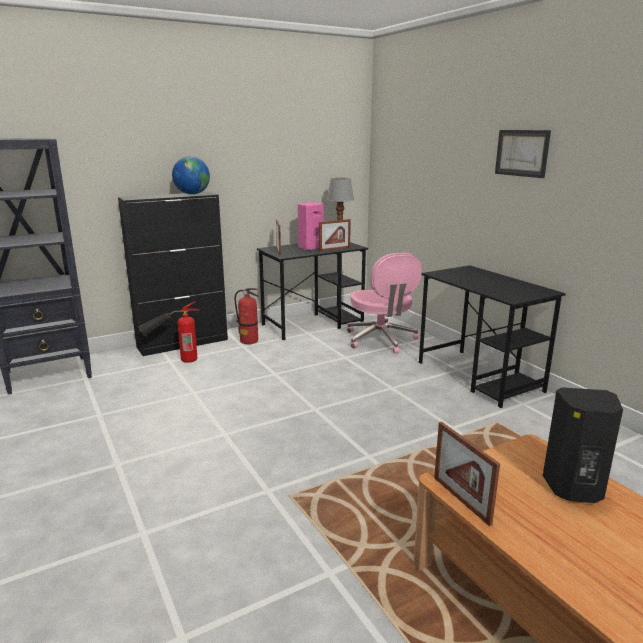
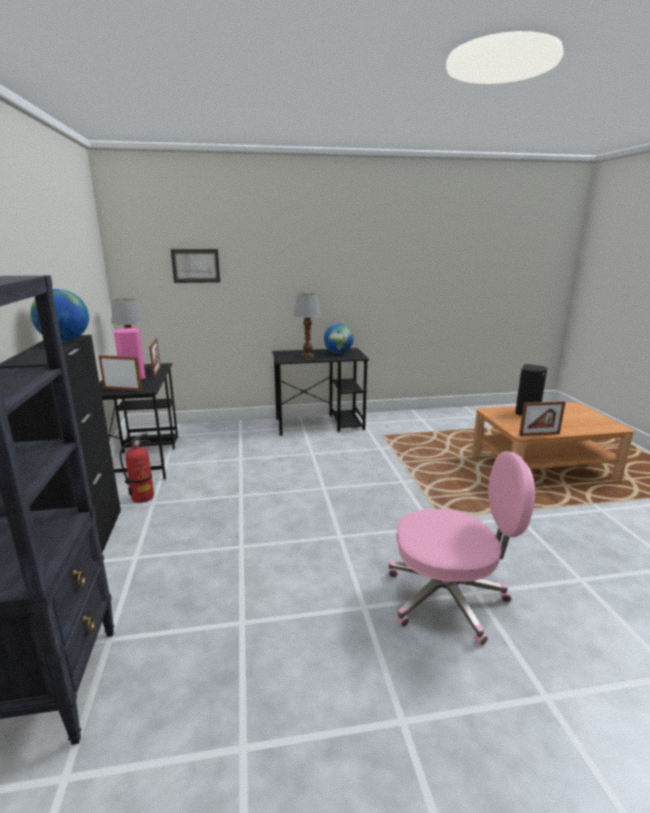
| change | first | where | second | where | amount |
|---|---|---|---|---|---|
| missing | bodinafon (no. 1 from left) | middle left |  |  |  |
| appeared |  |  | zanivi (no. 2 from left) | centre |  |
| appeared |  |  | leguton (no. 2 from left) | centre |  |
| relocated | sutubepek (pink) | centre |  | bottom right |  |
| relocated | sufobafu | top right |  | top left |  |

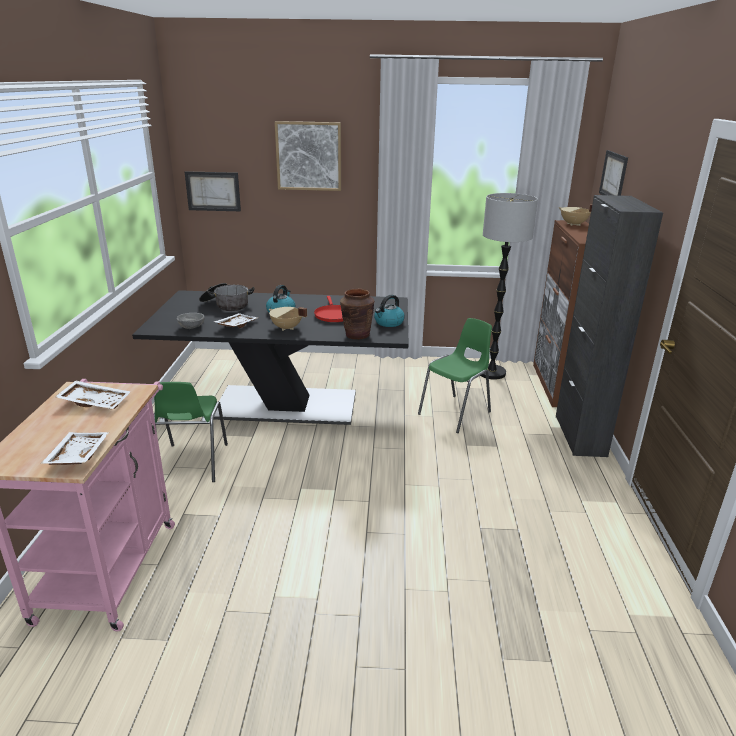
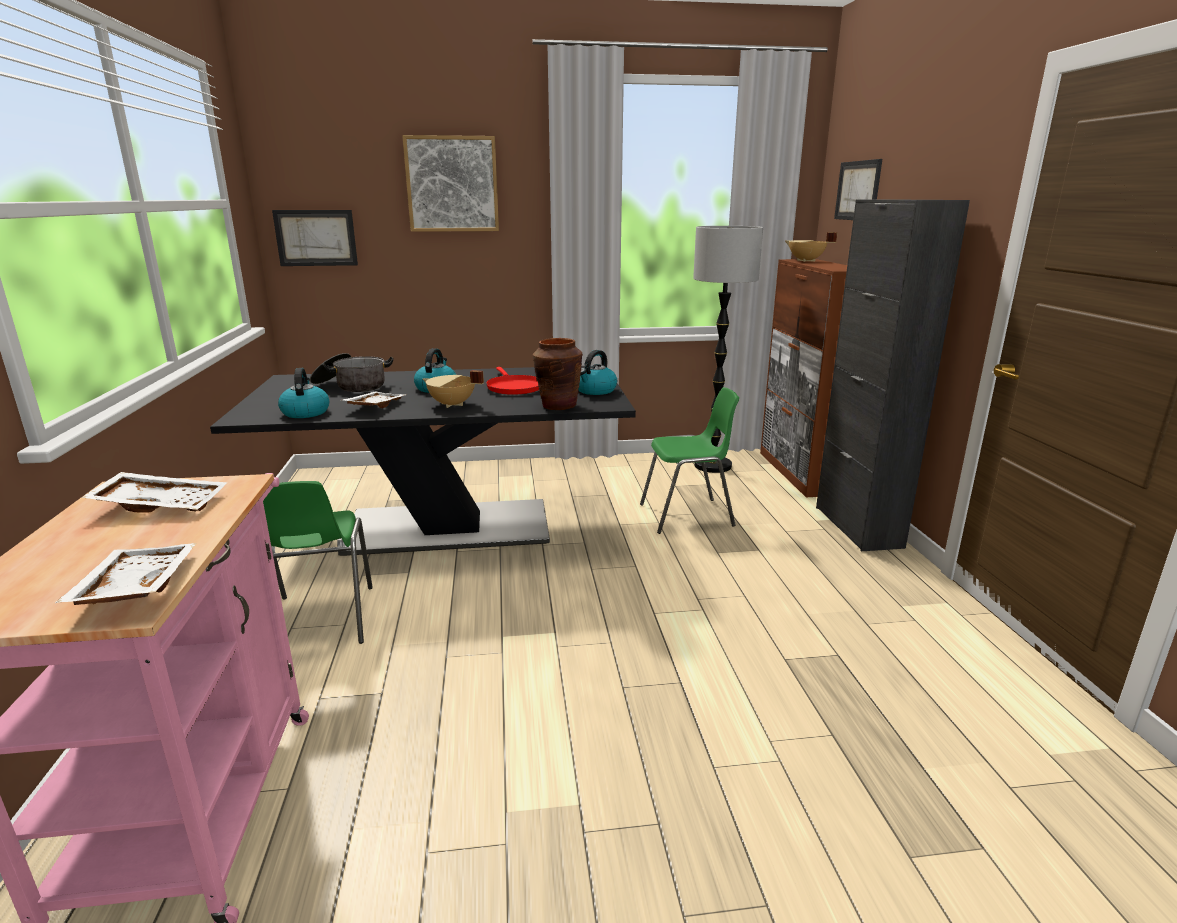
| change | first | where | second | where | amount |
|---|---|---|---|---|---|
| exchanged | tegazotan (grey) | middle left | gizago (no. 1 from left) | middle left |  |
| spun | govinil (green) (no. 2 from left) | centre |  | centre | 45 degrees clockwise |

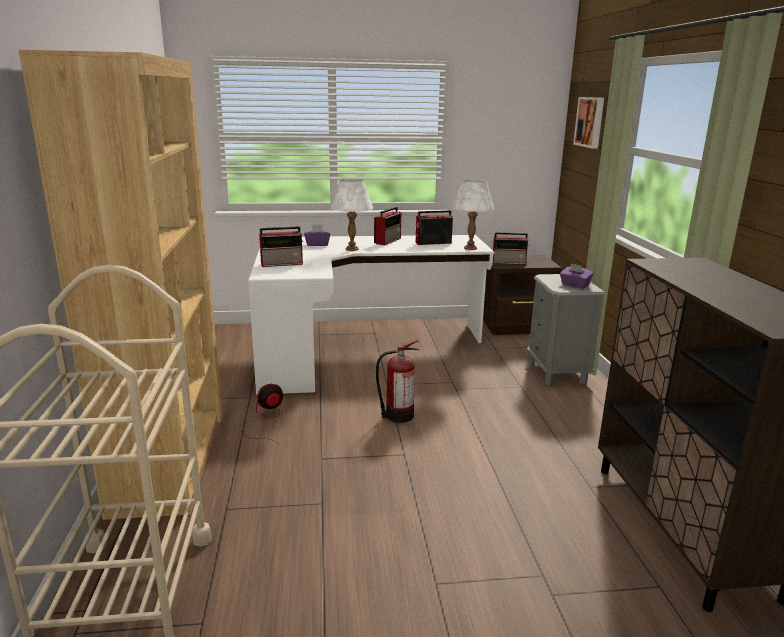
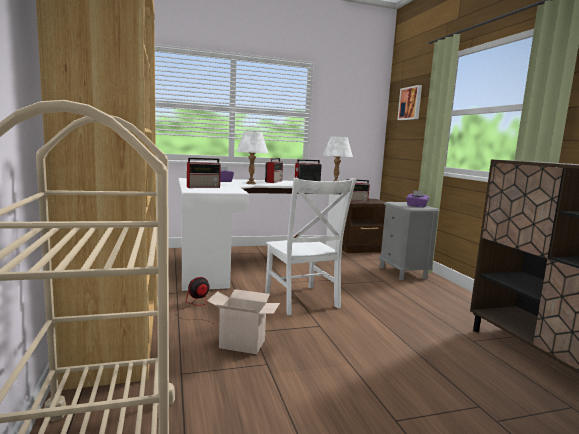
| change | first | where | second | where | amount |
|---|---|---|---|---|---|
| appeared |  |  | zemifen | bottom centre |  |
| exchanged | bodinafon | centre | govinil (white) | centre |  |

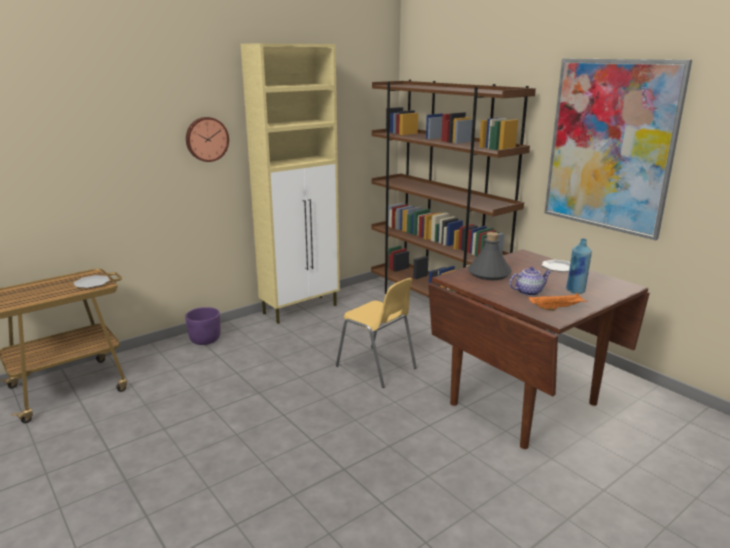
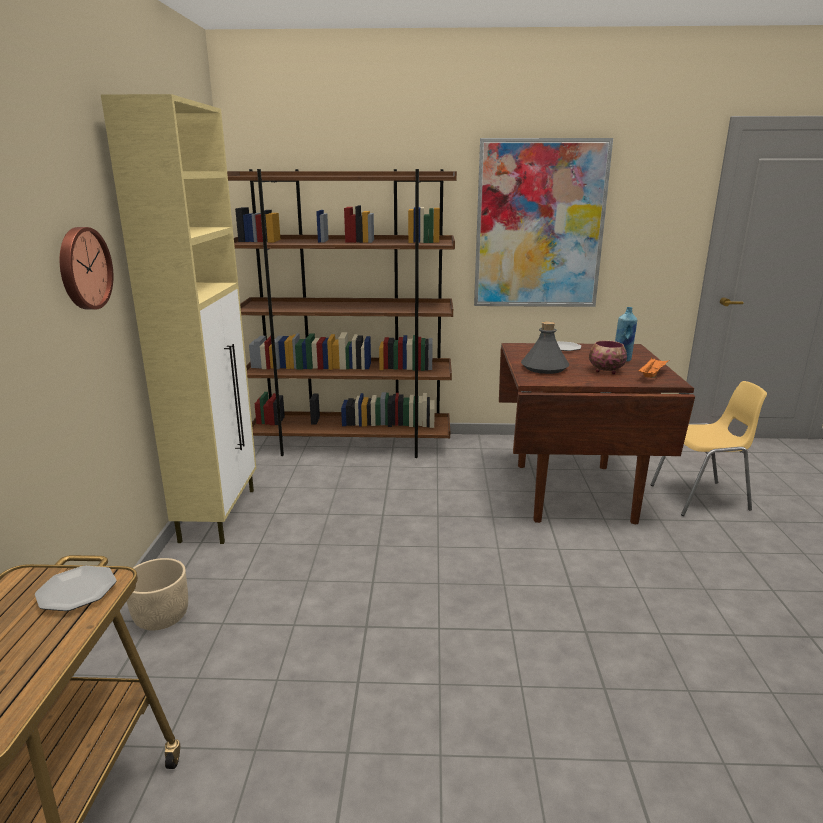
| change | first | where | second | where | amount |
|---|---|---|---|---|---|
| relocated | govinil (yellow) | centre |  | middle right |  |
| exchanged | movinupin | middle right | tegazotan | middle right |  |
| colour | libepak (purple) | middle left | libepak (beige) | bottom left |  |

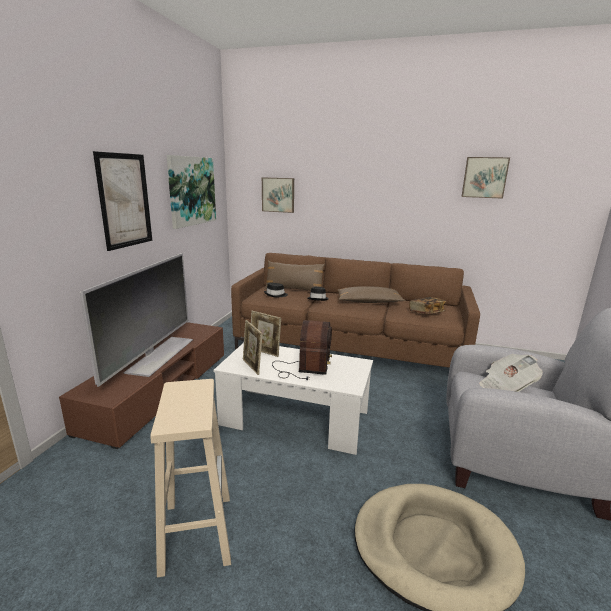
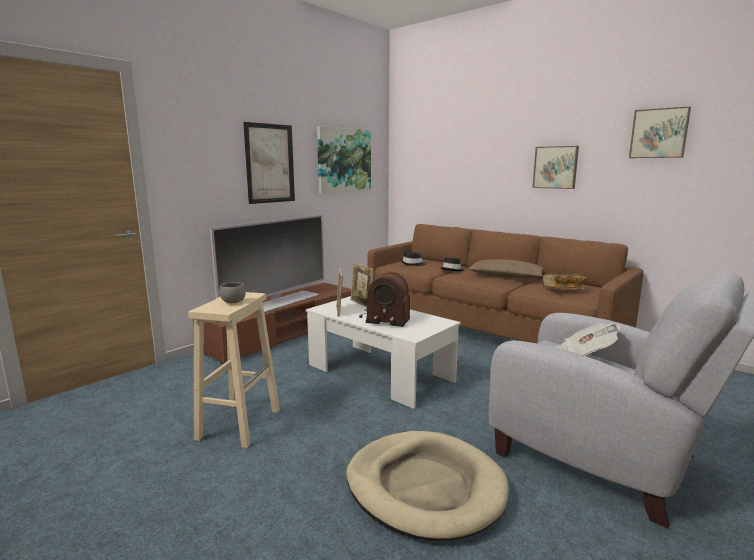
| change | first | where | second | where | amount |
|---|---|---|---|---|---|
| missing | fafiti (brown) (no. 1 from left) | centre |  |  |  |
| appeared |  |  | tegazotan (grey) | middle left |  |
| relocated | sufobafu (no. 3 from left) | top centre |  | top right |  |
| spun | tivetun | centre |  | centre | 75 degrees clockwise |

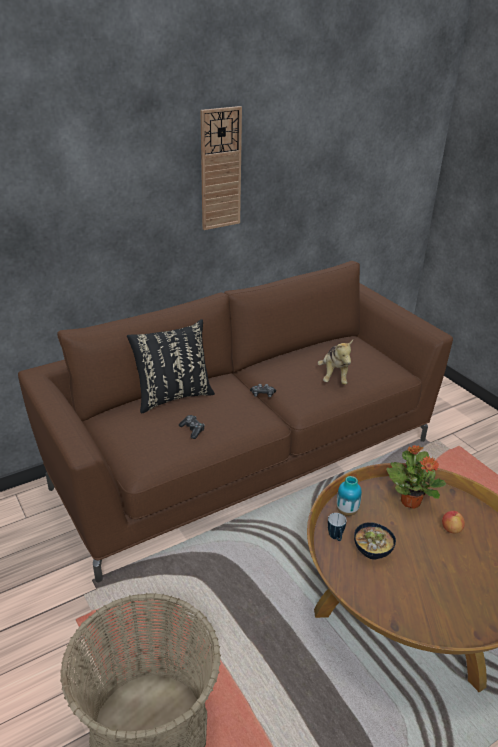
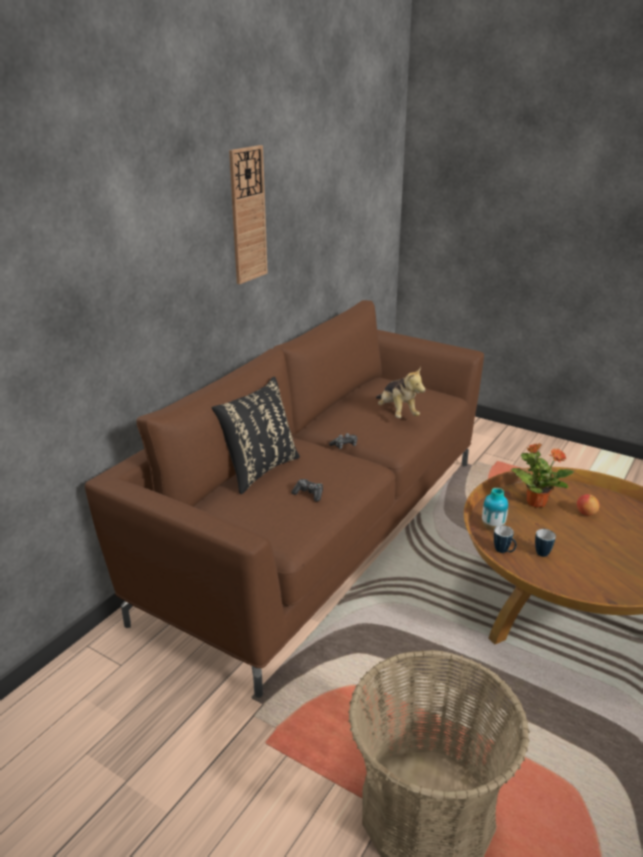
| change | first | where | second | where | amount |
|---|---|---|---|---|---|
| exchanged | tegazotan | bottom right | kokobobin (no. 2 from left) | middle right |  |

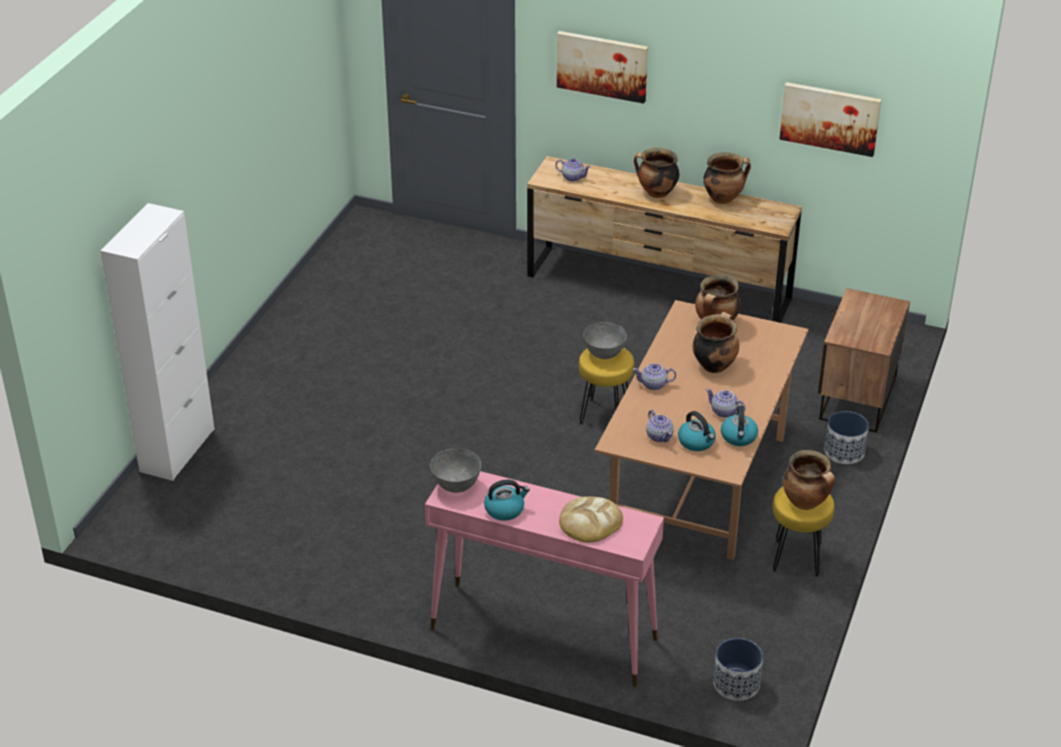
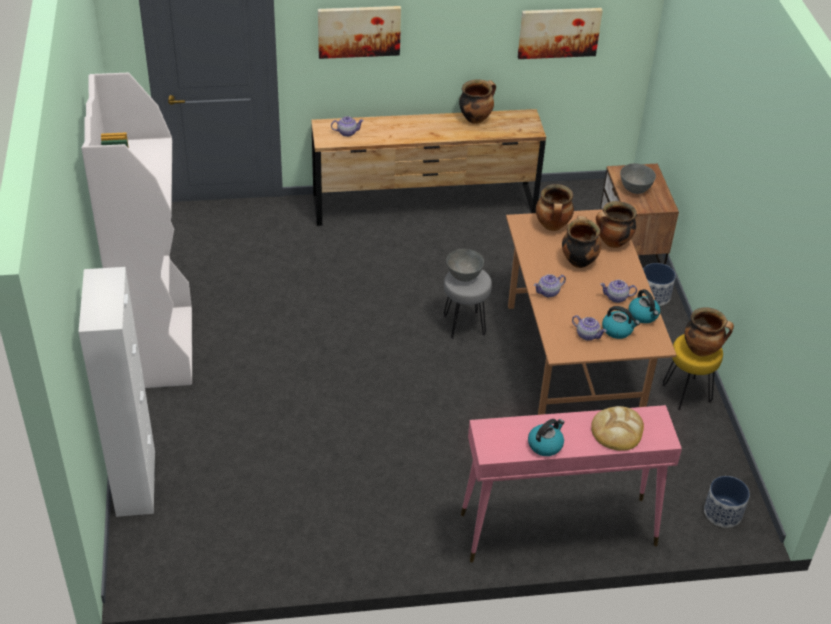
| change | first | where | second | where | amount |
|---|---|---|---|---|---|
| appeared |  |  | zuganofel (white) | middle left |  |
| relocated | tegazotan (grey) (no. 1 from left in the first image) | centre | tegazotan (grey) (no. 2 from left) | top right |  |
| relocated | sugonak (no. 1 from left in the first image) | top centre | sugonak (no. 4 from left) | middle right |  |
| colour | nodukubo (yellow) (no. 1 from left) | centre | nodukubo (grey) | centre |  |

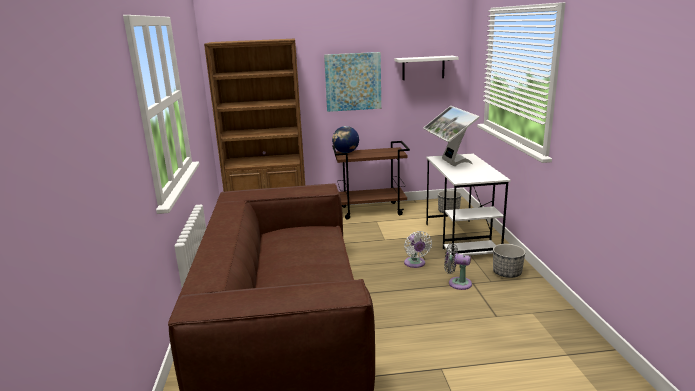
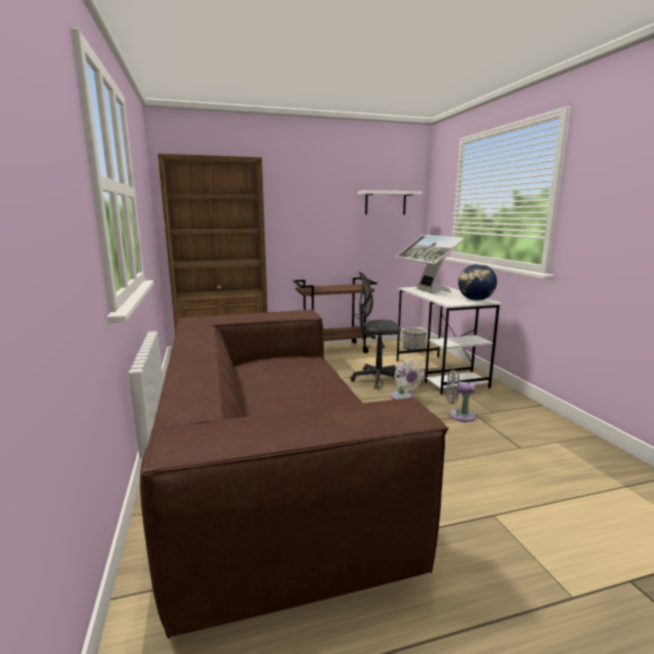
| change | first | where | second | where | amount |
|---|---|---|---|---|---|
| missing | sufobafu | top centre |  |  |  |
| missing | libepak (no. 2 from left) | bottom right |  |  |  |
| appeared |  |  | sutubepek (grey) | centre |  |
| relocated | leguton | centre |  | middle right |  |

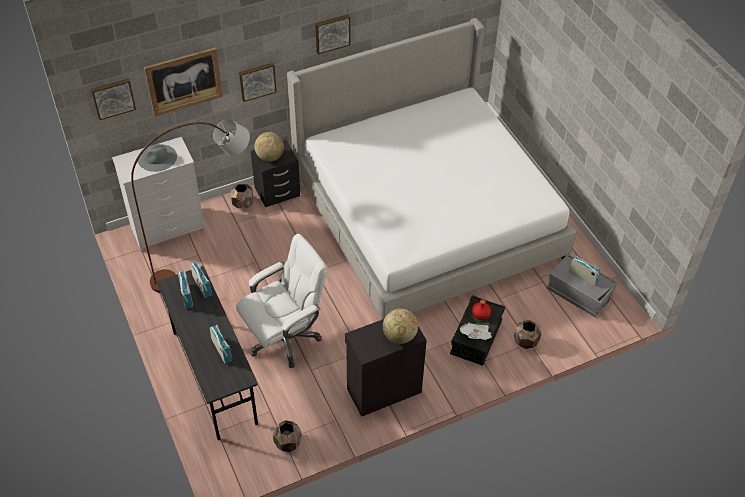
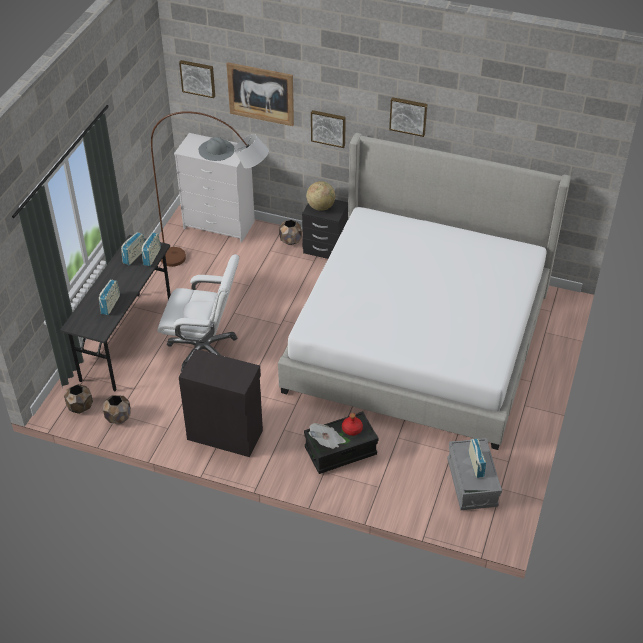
| change | first | where | second | where | amount |
|---|---|---|---|---|---|
| missing | leguton (no. 2 from left) | centre |  |  |  |
| relocated | libepak (brown) (no. 3 from left in the first image) | bottom right | libepak (brown) (no. 1 from left) | middle left |  |

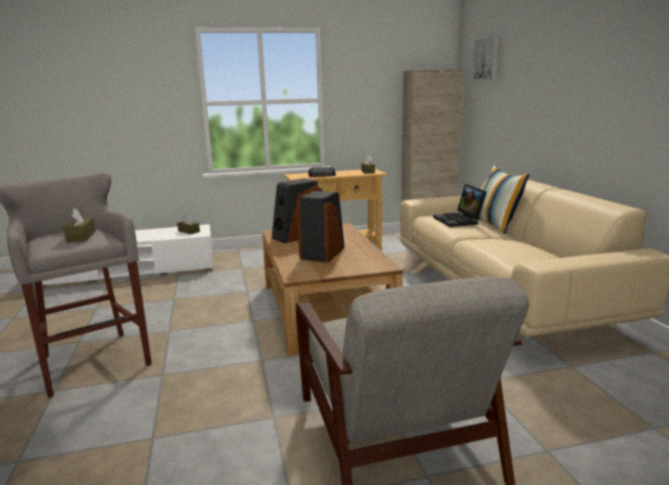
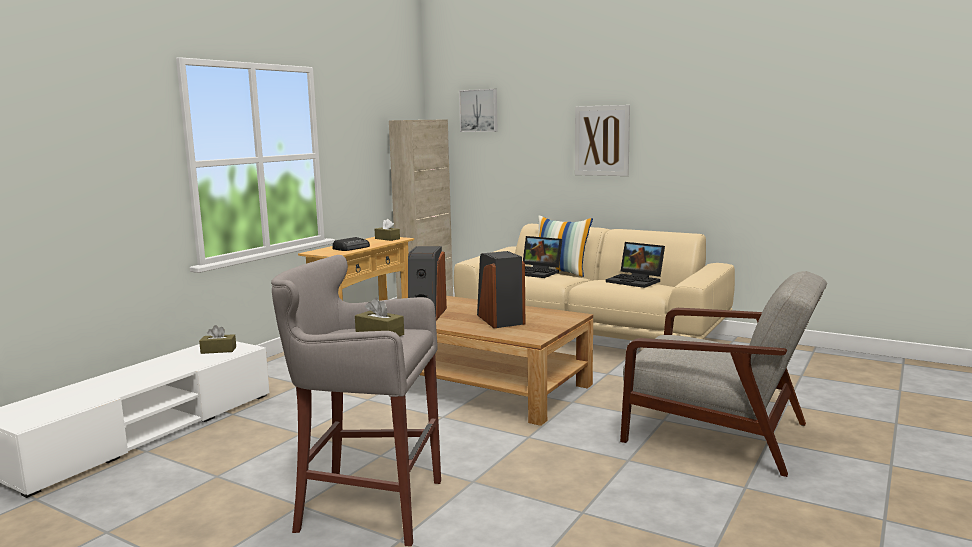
| change | first | where | second | where | amount |
|---|---|---|---|---|---|
| appeared |  |  | sufobafu (no. 2 from left) | top centre |  |
| appeared |  |  | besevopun (no. 2 from left) | centre |  |

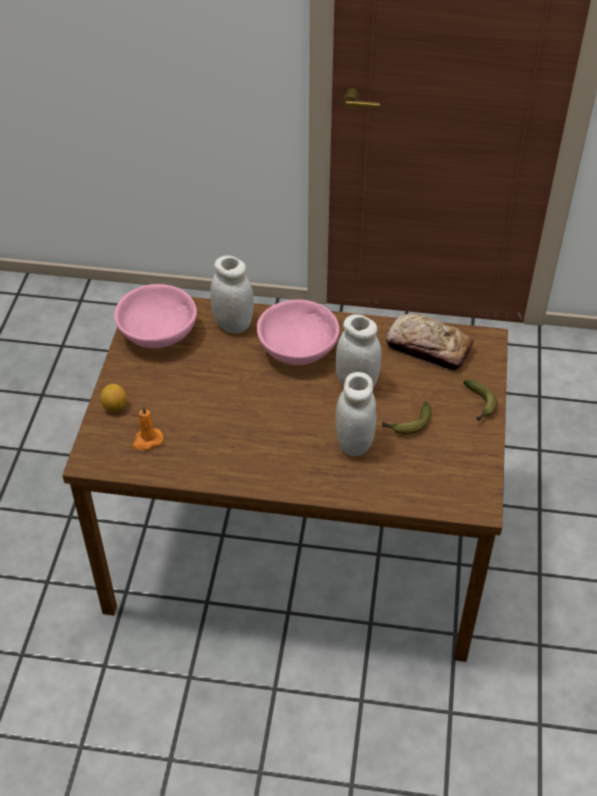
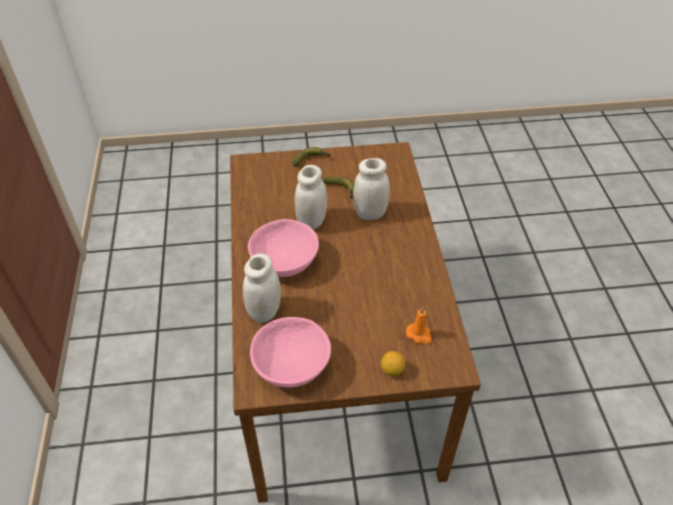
| change | first | where | second | where | amount |
|---|---|---|---|---|---|
| missing | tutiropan | middle right |  |  |  |

